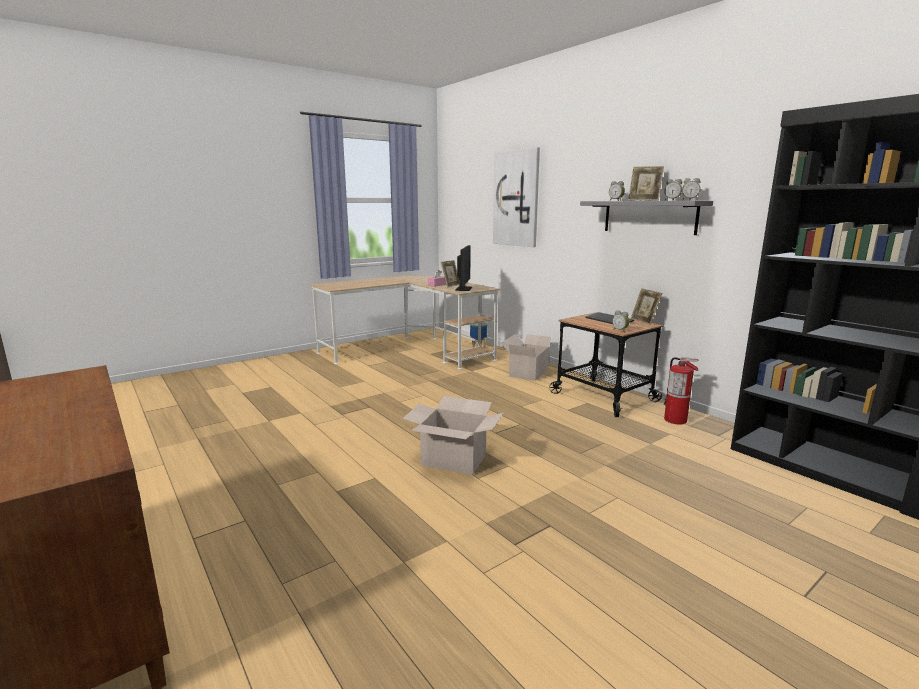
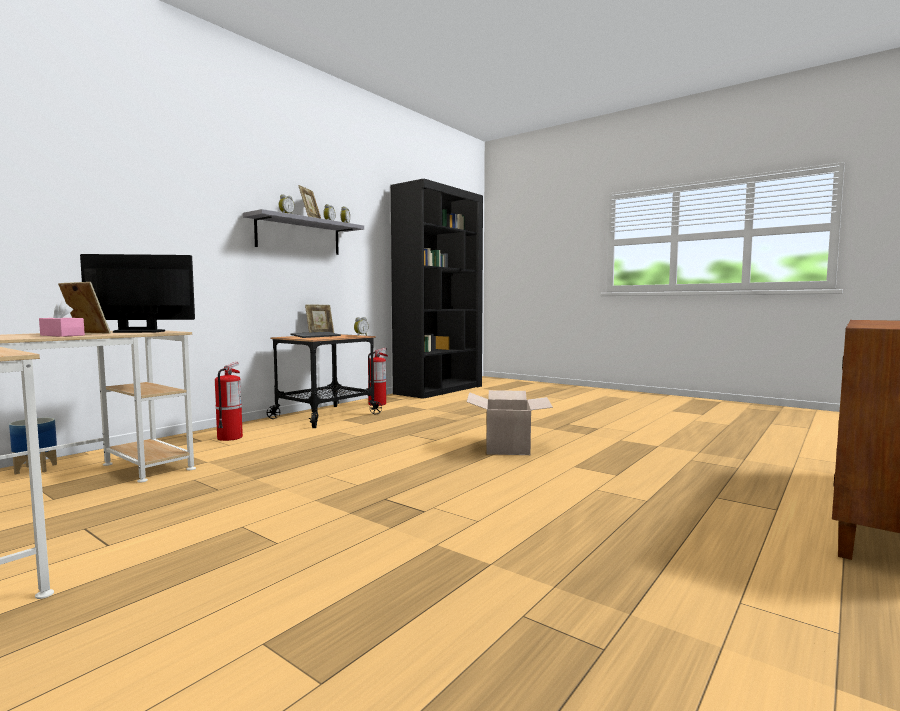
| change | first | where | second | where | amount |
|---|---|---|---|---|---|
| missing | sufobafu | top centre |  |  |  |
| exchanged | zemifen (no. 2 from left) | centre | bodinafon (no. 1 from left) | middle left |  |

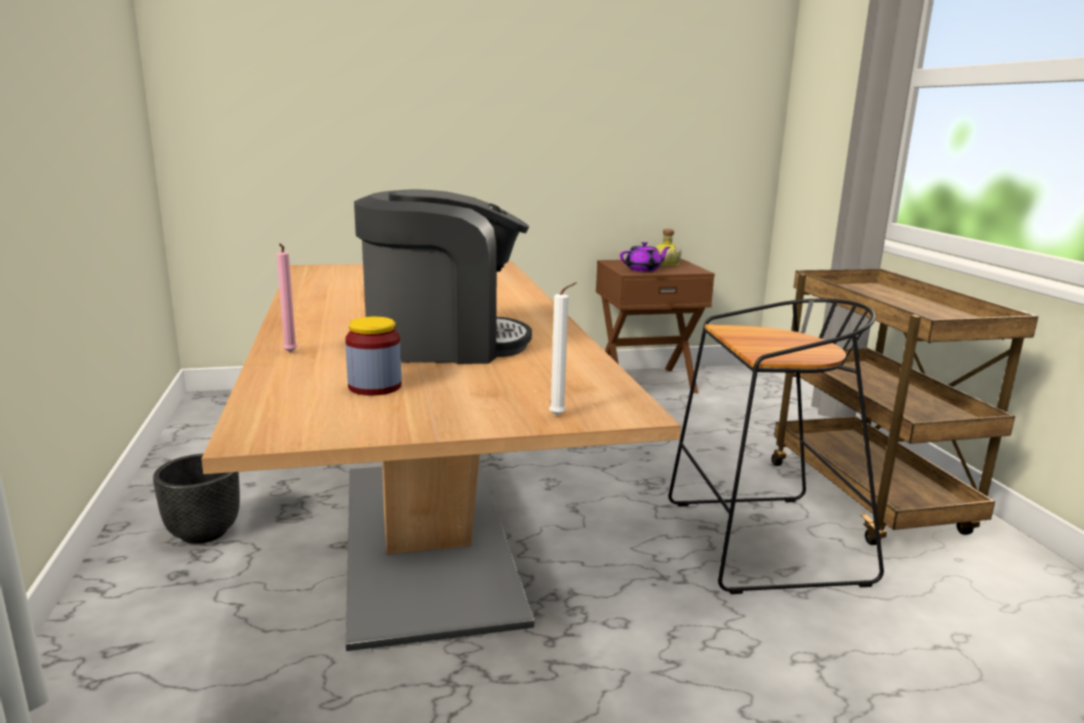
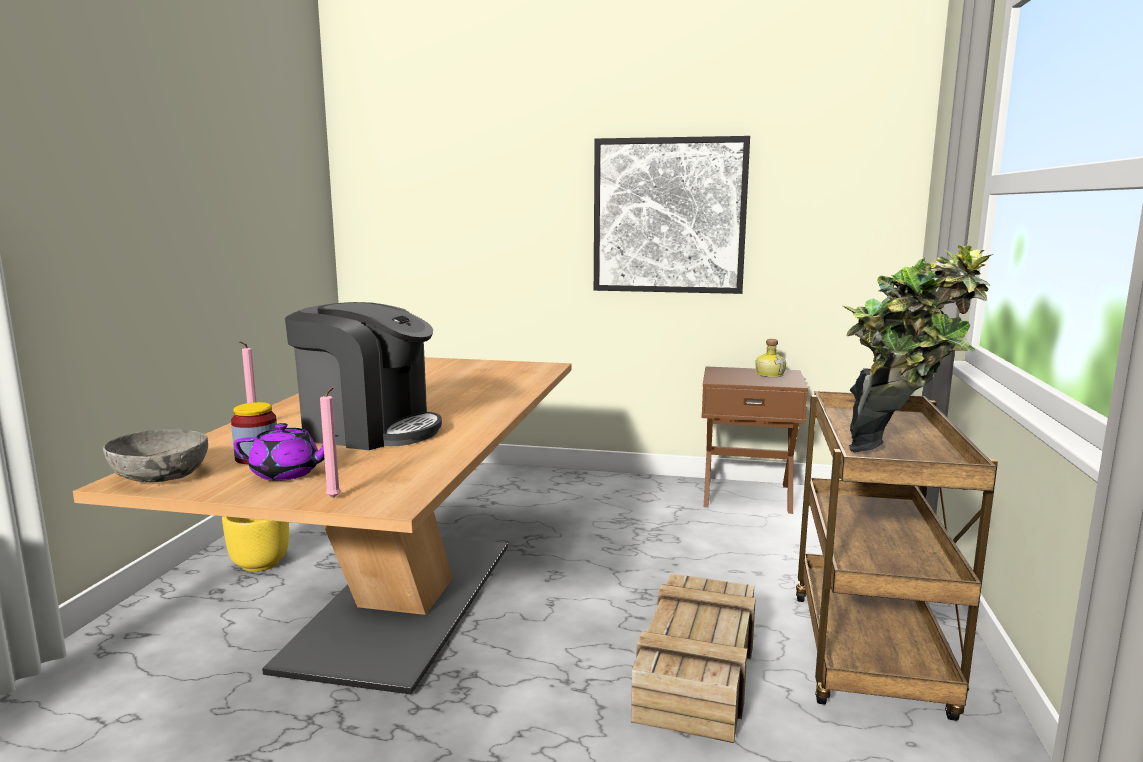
| change | first | where | second | where | amount |
|---|---|---|---|---|---|
| appeared |  |  | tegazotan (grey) | middle left |  |
| appeared |  |  | sufobafu | top centre |  |
| appeared |  |  | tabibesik | middle right |  |
| relocated | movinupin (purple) | centre |  | middle left |  |
| exchanged | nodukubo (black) | middle right | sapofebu | bottom centre |  |
| colour | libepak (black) | bottom left | libepak (yellow) | bottom left |  |
| colour | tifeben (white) | centre | tifeben (pink) (no. 2 from left) | middle left |  |

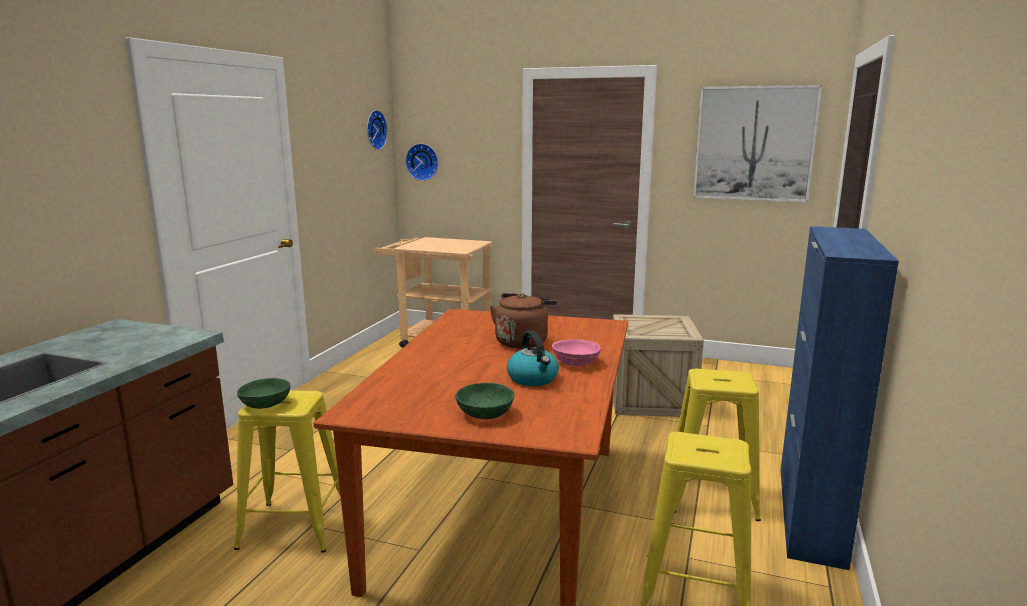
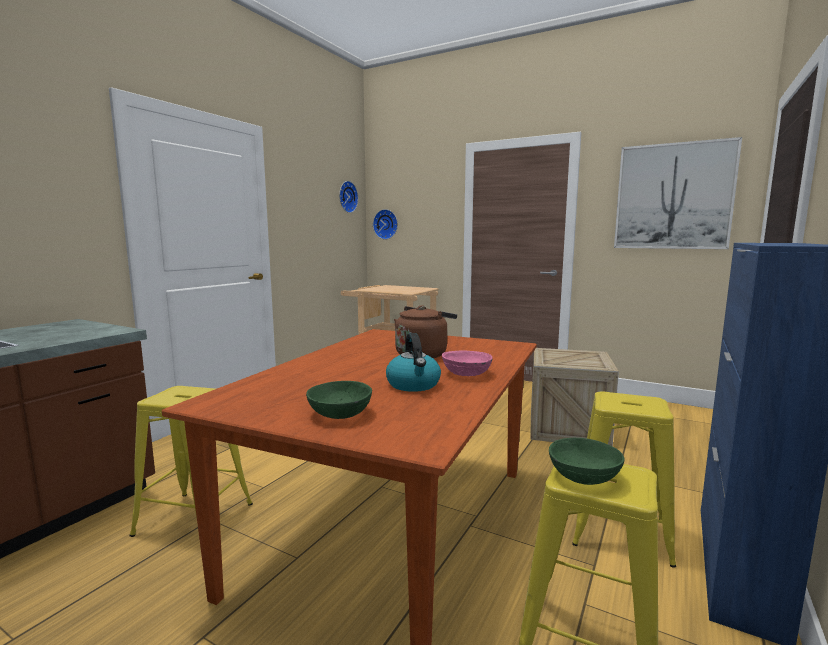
| change | first | where | second | where | amount |
|---|---|---|---|---|---|
| relocated | tegazotan (green) (no. 1 from left in the first image) | middle left | tegazotan (green) (no. 2 from left) | bottom right |  |

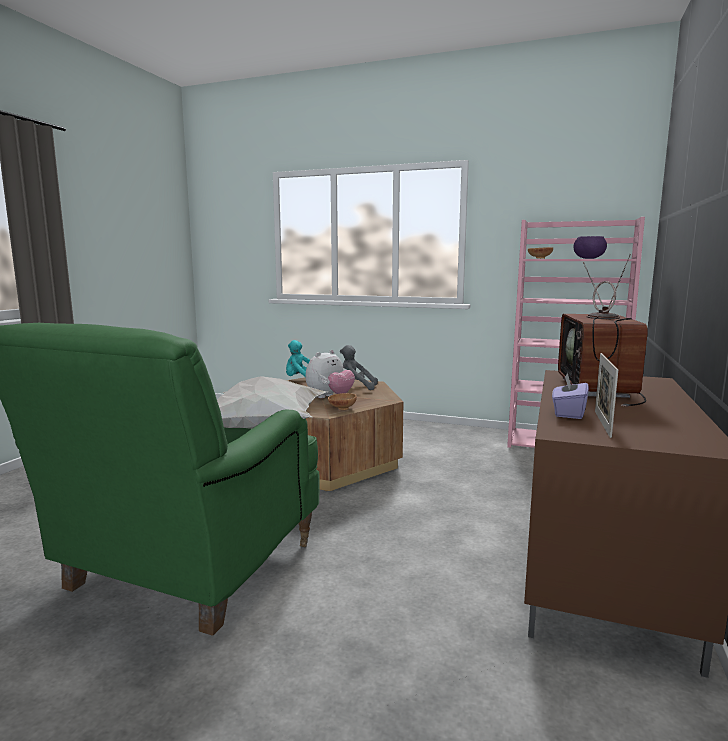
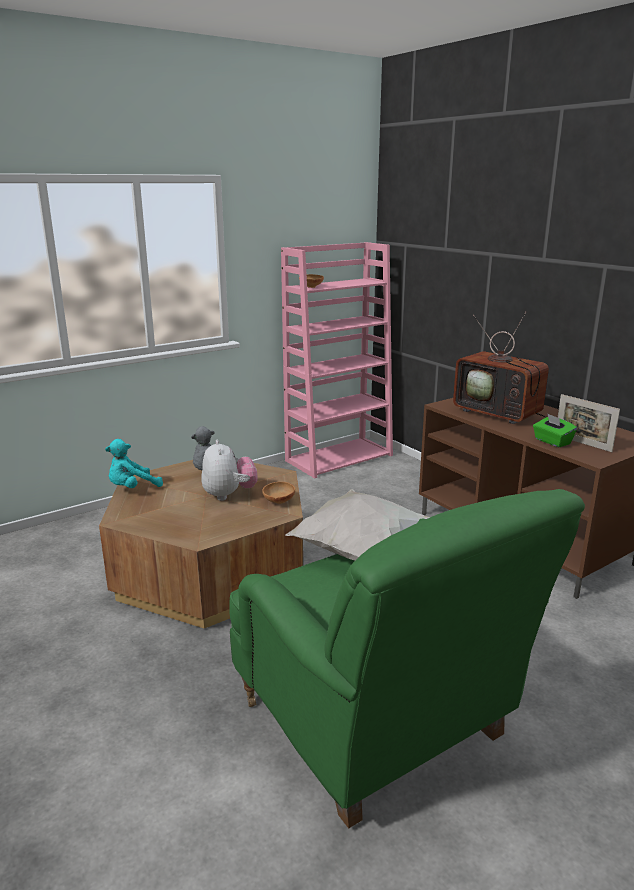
| change | first | where | second | where | amount |
|---|---|---|---|---|---|
| missing | tegazotan (purple) | middle right |  |  |  |
| colour | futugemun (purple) | middle right | futugemun (green) | middle right |  |

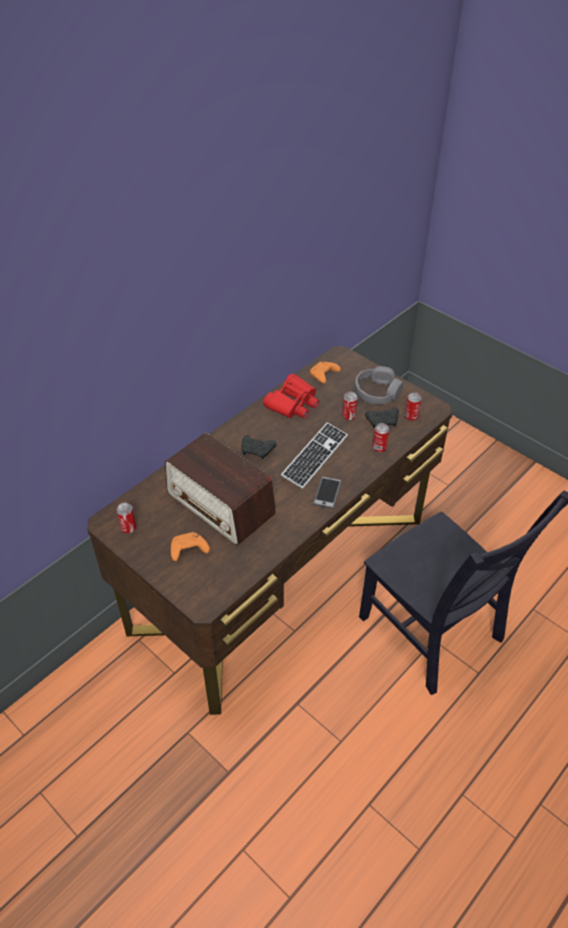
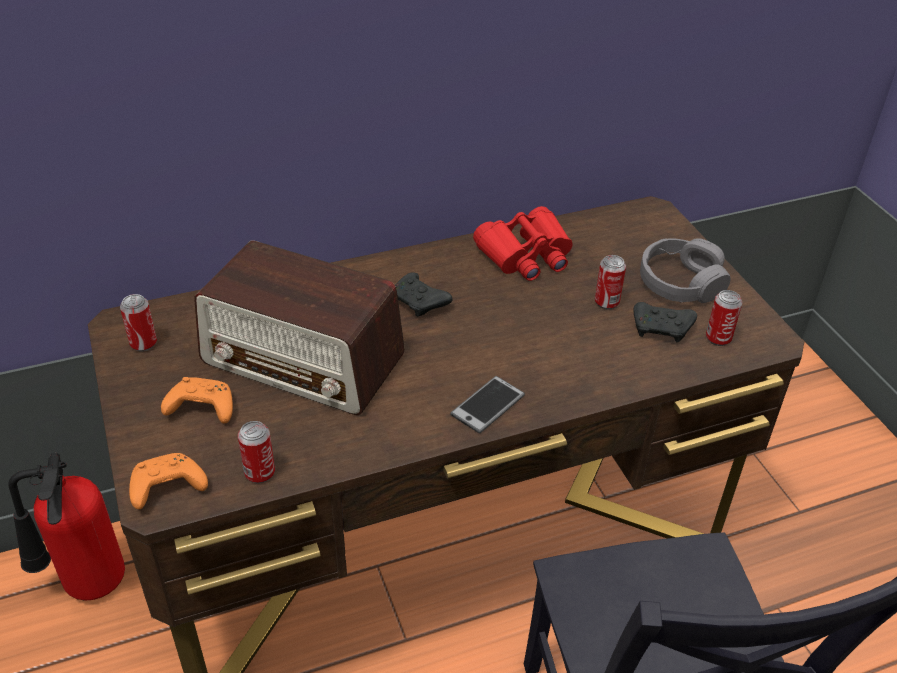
| change | first | where | second | where | amount |
|---|---|---|---|---|---|
| missing | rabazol | centre |  |  |  |
| appeared |  |  | bodinafon | bottom left |  |
| relocated | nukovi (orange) (no. 2 from left in the first image) | centre | nukovi (orange) (no. 1 from left) | bottom left |  |
| relocated | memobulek (no. 3 from left in the first image) | middle right | memobulek (no. 2 from left) | bottom left |  |
| spun | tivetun | centre |  | centre | 45 degrees counterclockwise |

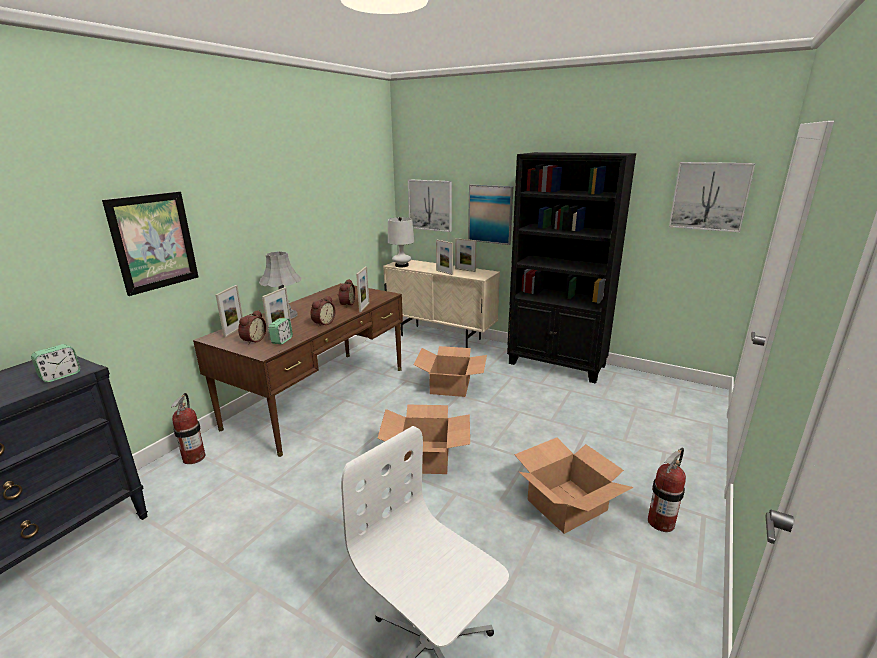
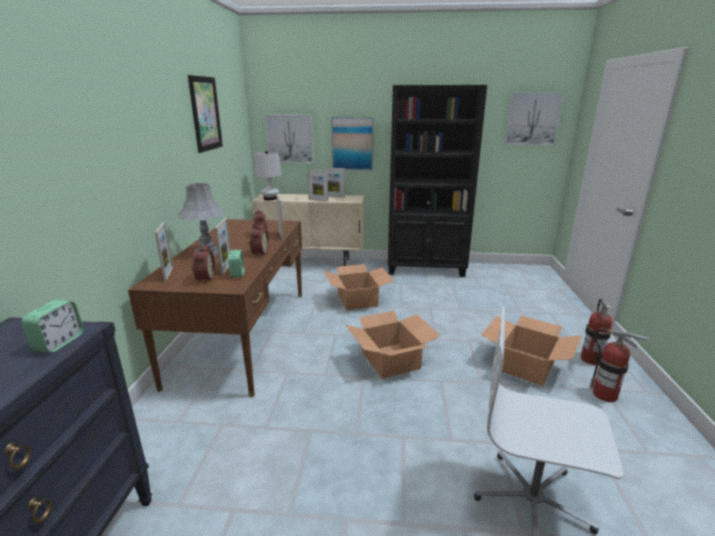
| change | first | where | second | where | amount |
|---|---|---|---|---|---|
| relocated | sufobafu (no. 1 from left) | middle left |  | top left |  |
| relocated | bodinafon (no. 1 from left in the first image) | middle left | bodinafon (no. 2 from left) | bottom right |  |

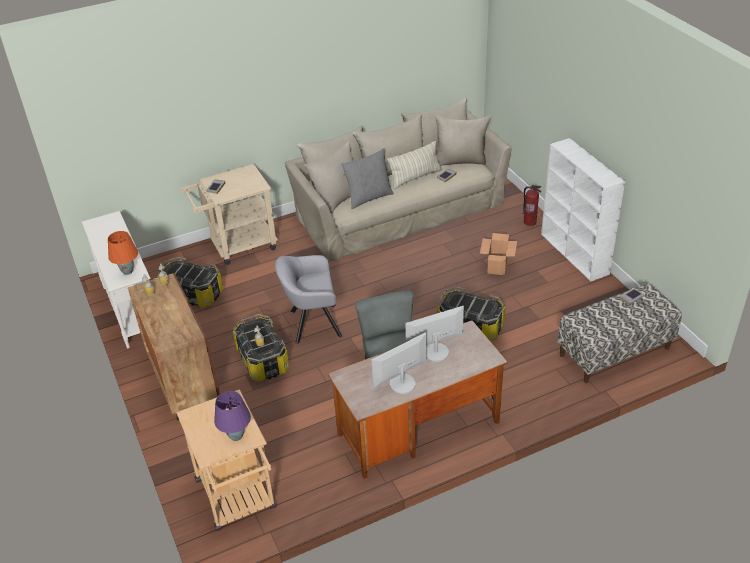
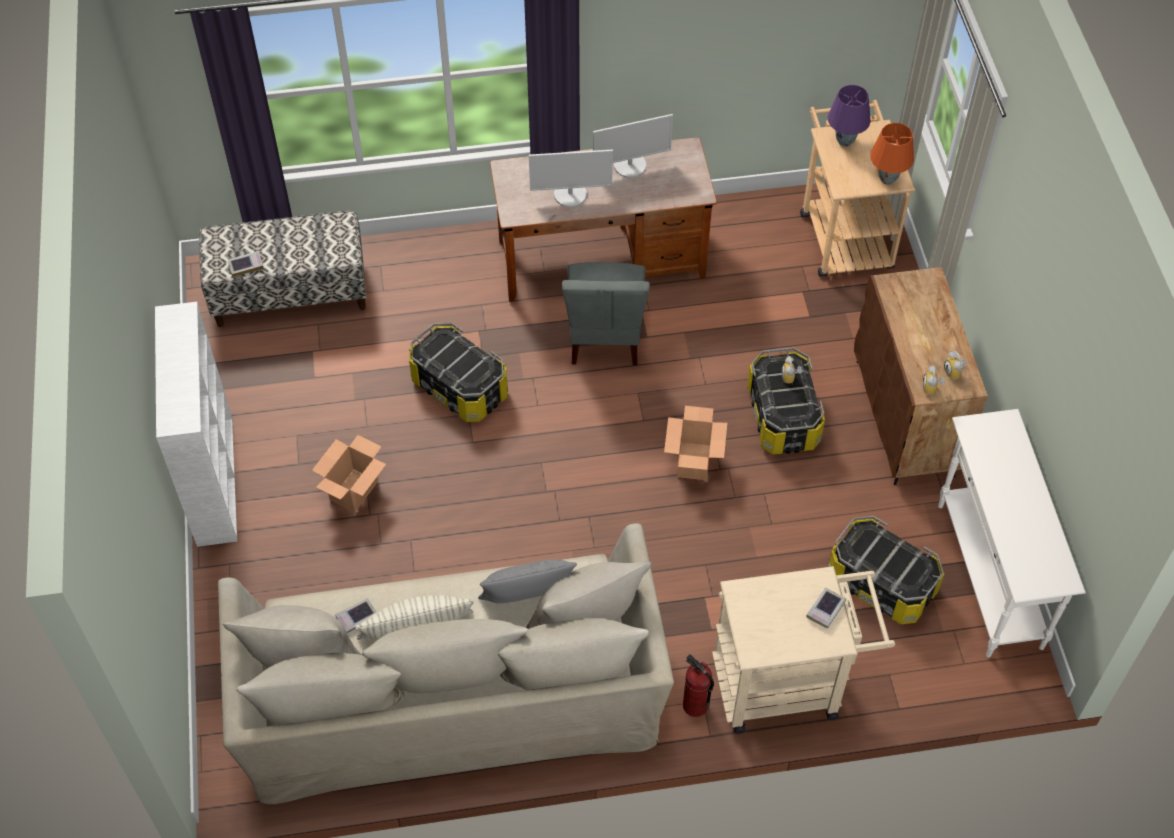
| change | first | where | second | where | amount |
|---|---|---|---|---|---|
| relocated | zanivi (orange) | middle left |  | top right |  |
| relocated | bodinafon | middle right |  | bottom centre |  |
| exchanged | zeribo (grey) | centre | zemifen (no. 2 from left) | centre |  |

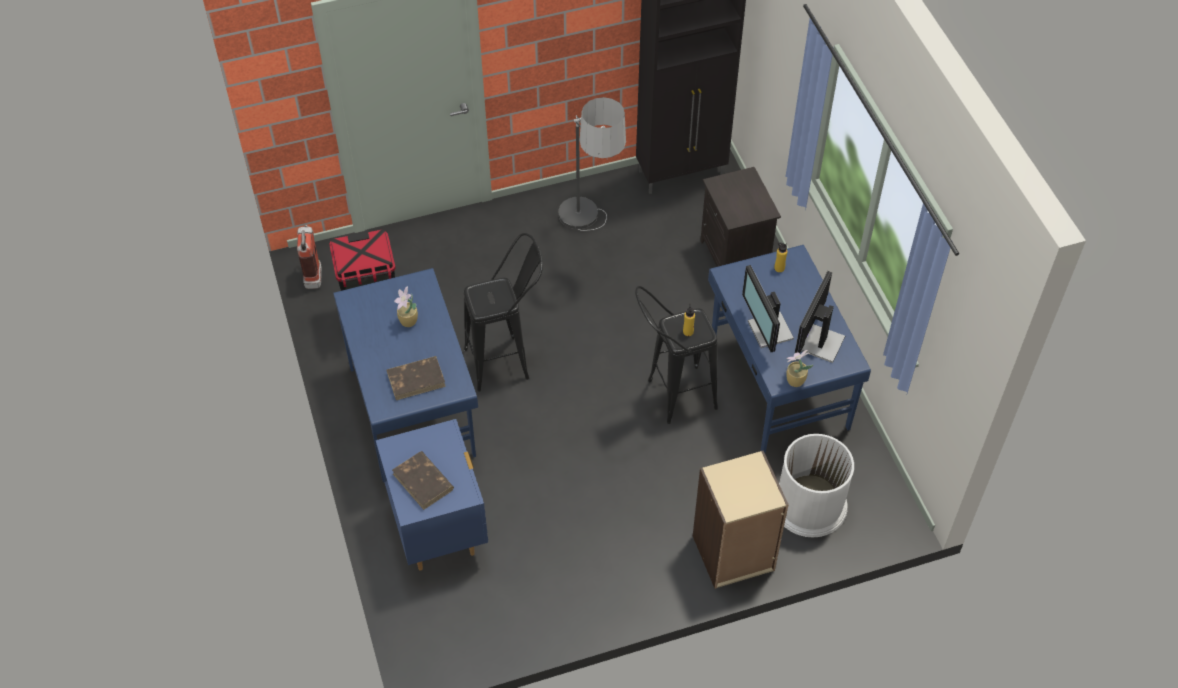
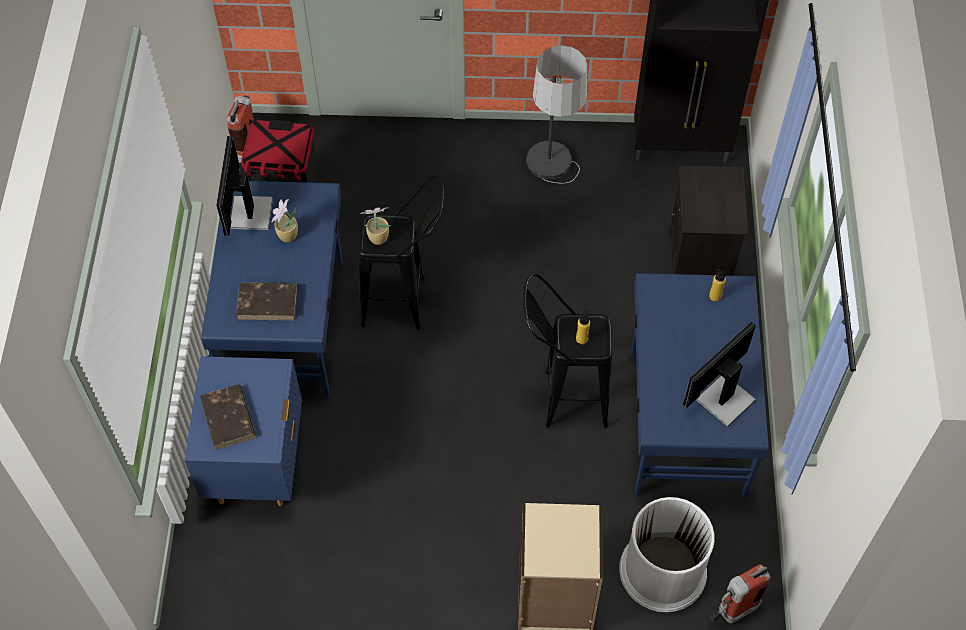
| change | first | where | second | where | amount |
|---|---|---|---|---|---|
| appeared |  |  | bodinafon (no. 2 from left) | bottom right |  |
| relocated | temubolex (no. 1 from left) | centre |  | top left |  |
| relocated | tabibesik (no. 2 from left) | middle right |  | centre |  |

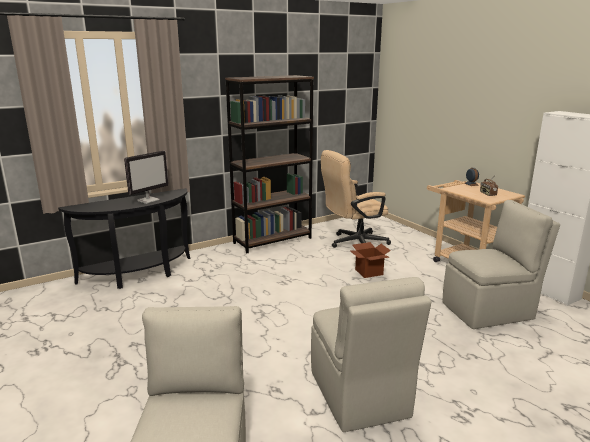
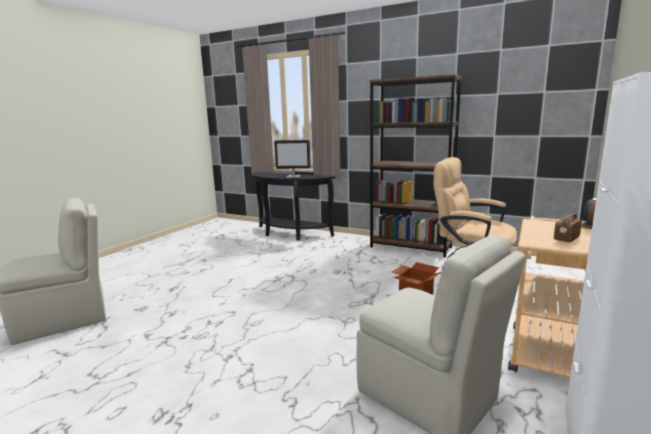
| change | first | where | second | where | amount |
|---|---|---|---|---|---|
| missing | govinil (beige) (no. 2 from left) | bottom centre |  |  |  |

